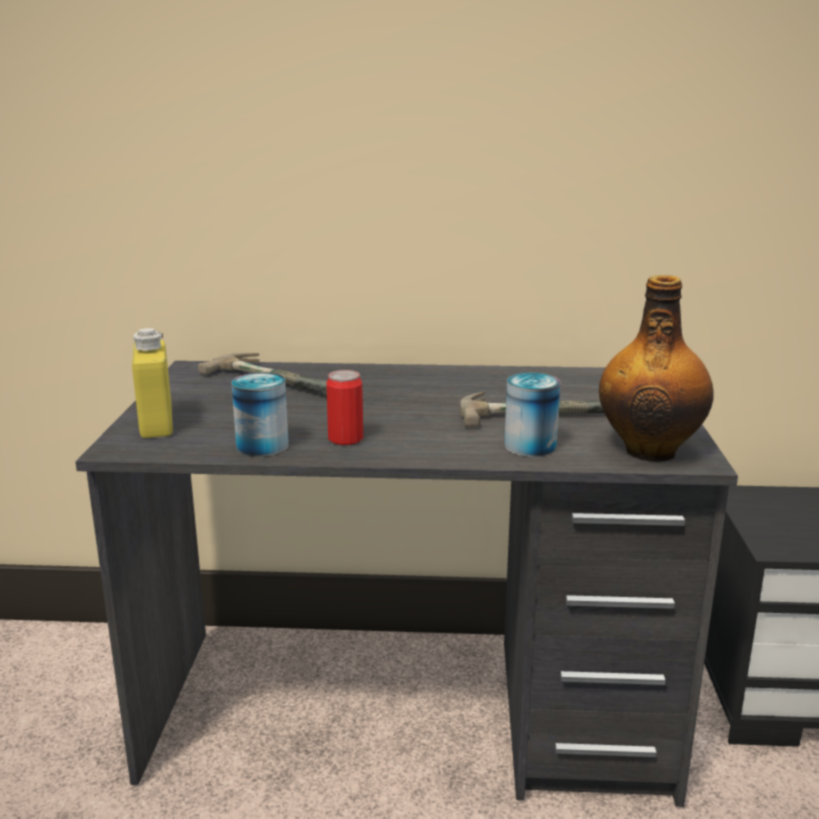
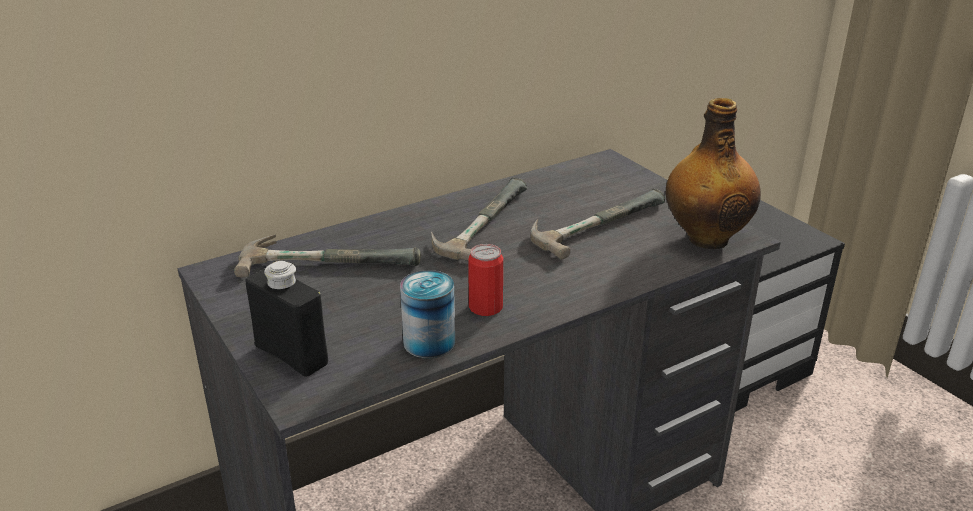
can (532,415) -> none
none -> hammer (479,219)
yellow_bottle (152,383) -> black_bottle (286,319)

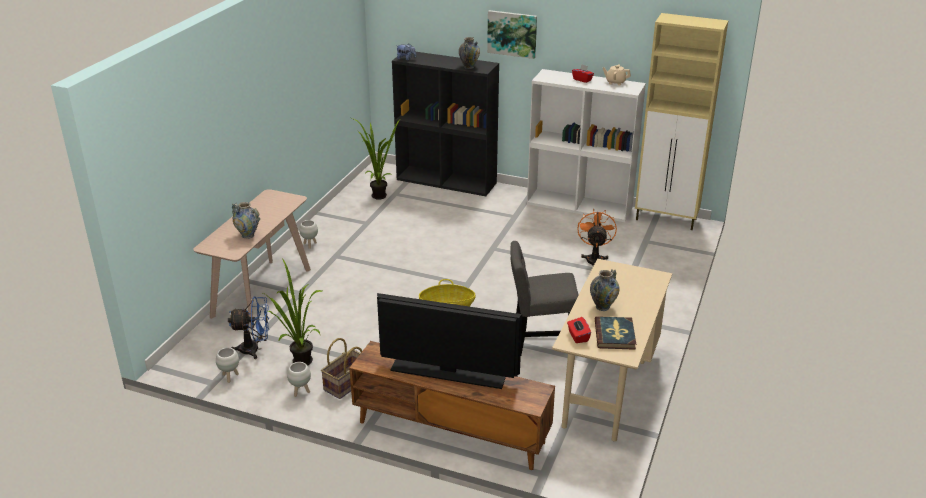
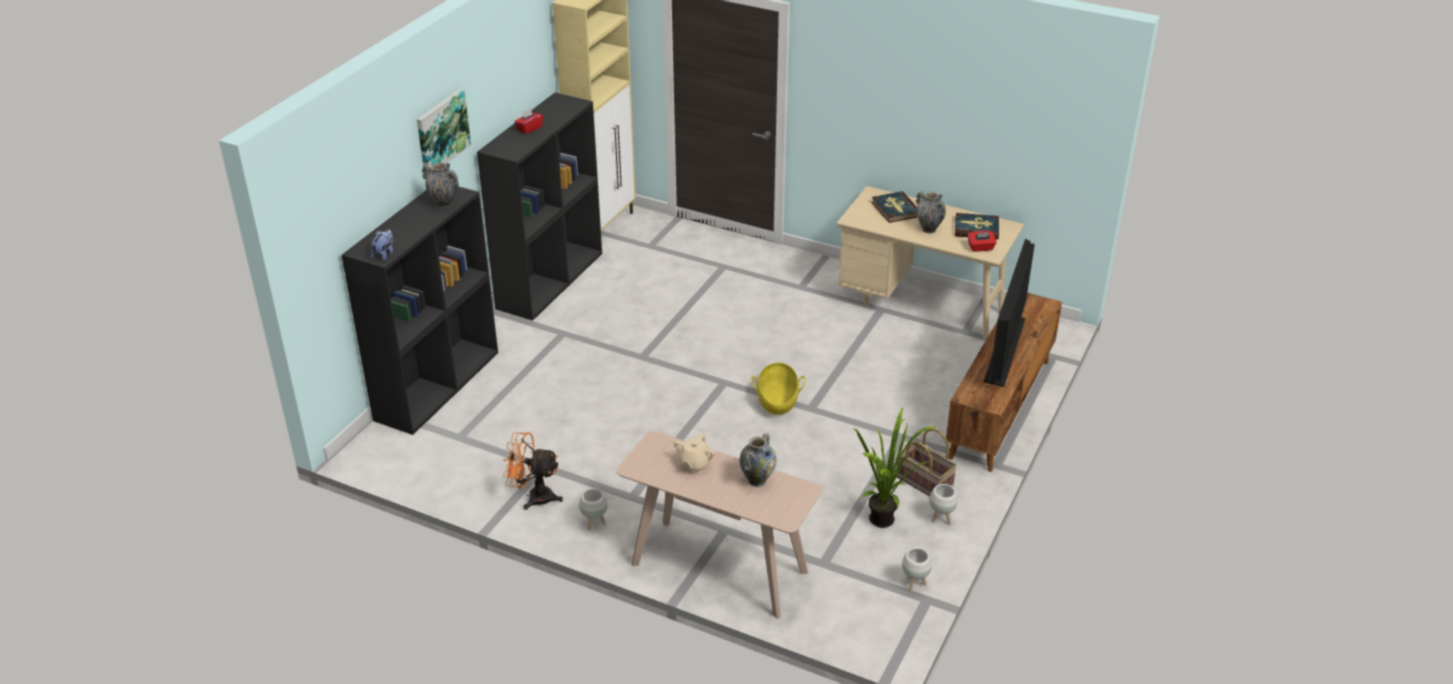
blue_fan (248,327) -> none
potted_plant (375,159) -> none
grey_chair (544,298) -> none
none -> book (894,207)
orange_fan (597,237) -> orange_fan (533,471), relocated
beige_teapot (616,74) -> beige_teapot (694,453), relocated
white_bookcase (586,145) -> black_bookcase (539,207)

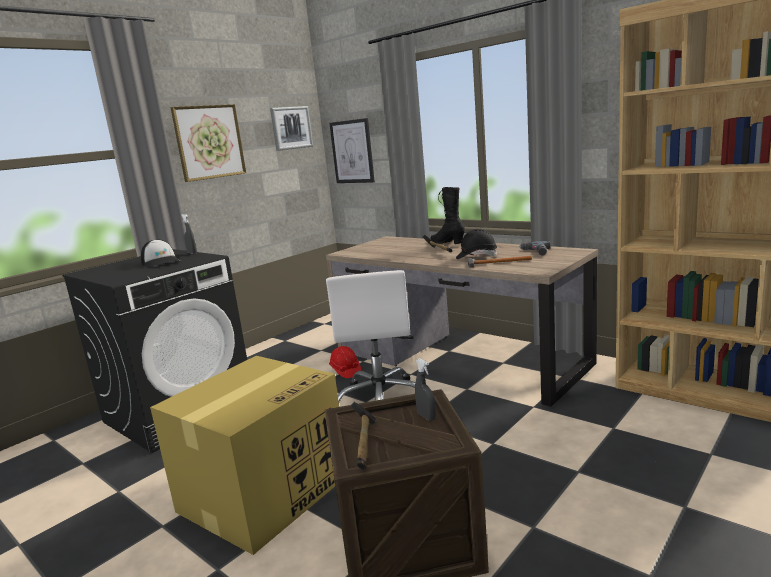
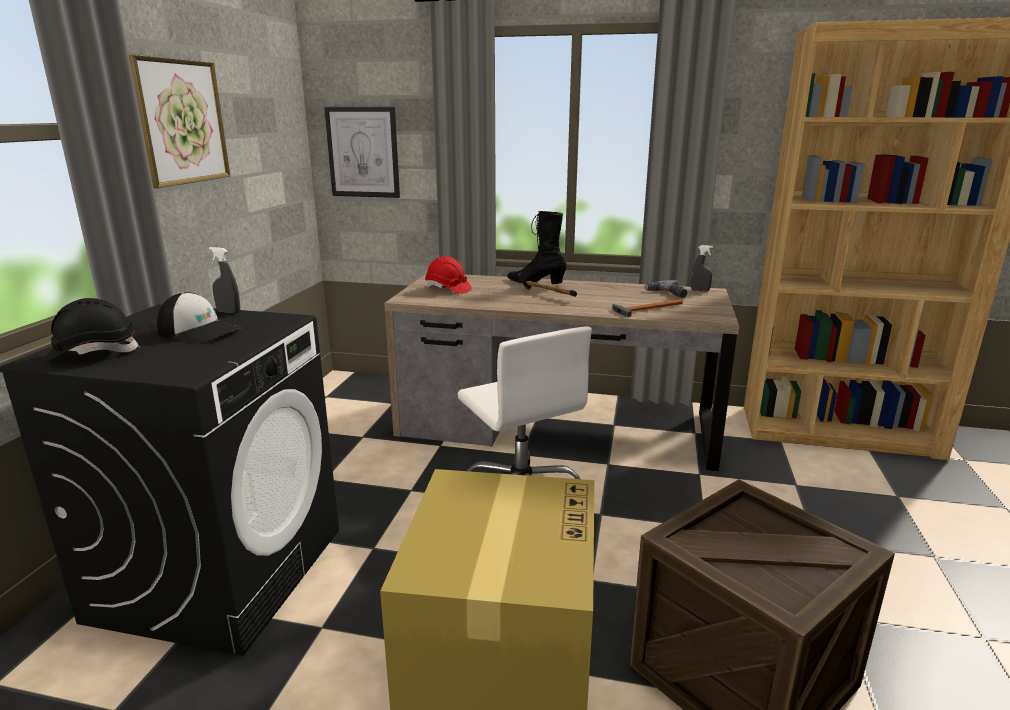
picture (291,128) -> none
hammer (363,436) -> none
red_hard_hat (345,362) -> red_hard_hat (448,275), relocated
grey_spray_bottle (425,389) -> grey_spray_bottle (702,268), relocated
black_hard_hat (477,244) -> black_hard_hat (91,330), relocated

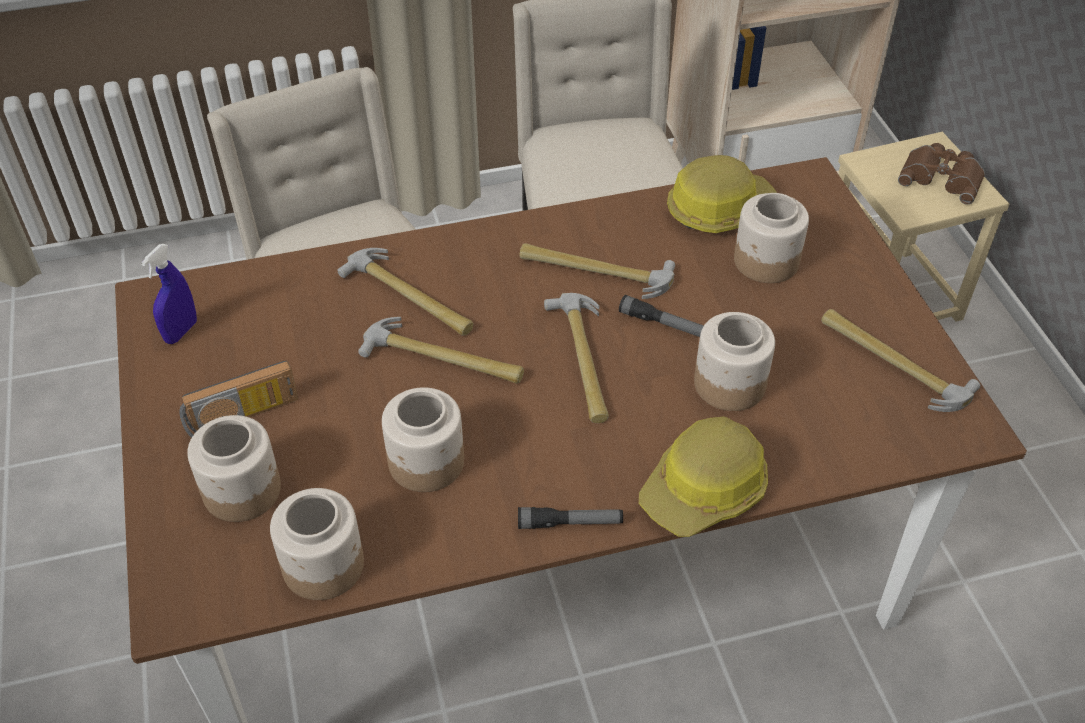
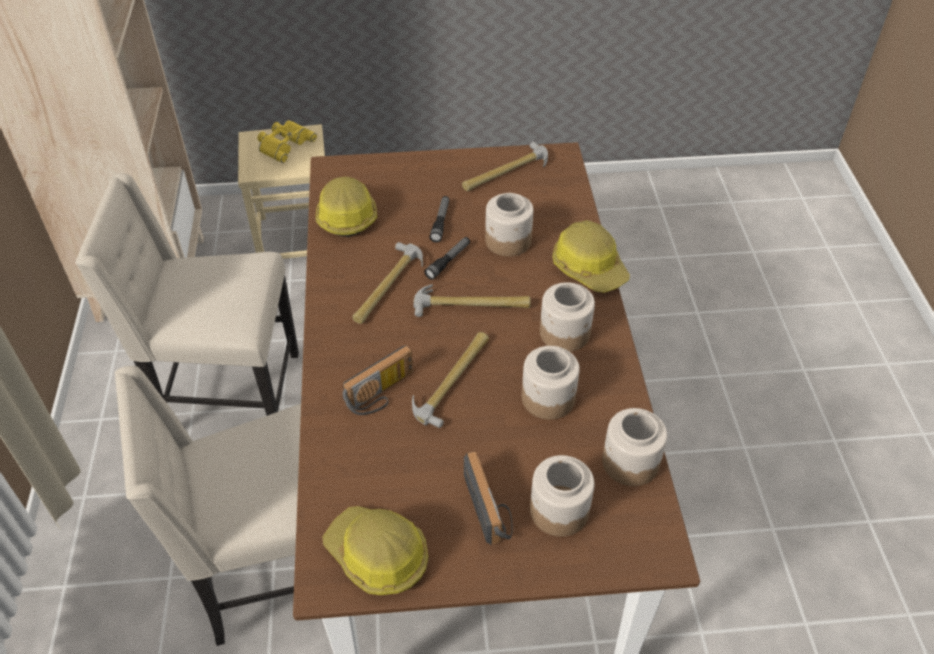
flashlight (570,518) -> flashlight (439,219), relocated
jar (771,238) -> jar (567,317), relocated
blue_spray_bottle (169,294) -> hard_hat (375,550)
hammer (405,291) -> radio (378,380)
brown_binoculars (941,173) -> yellow_binoculars (287,141)

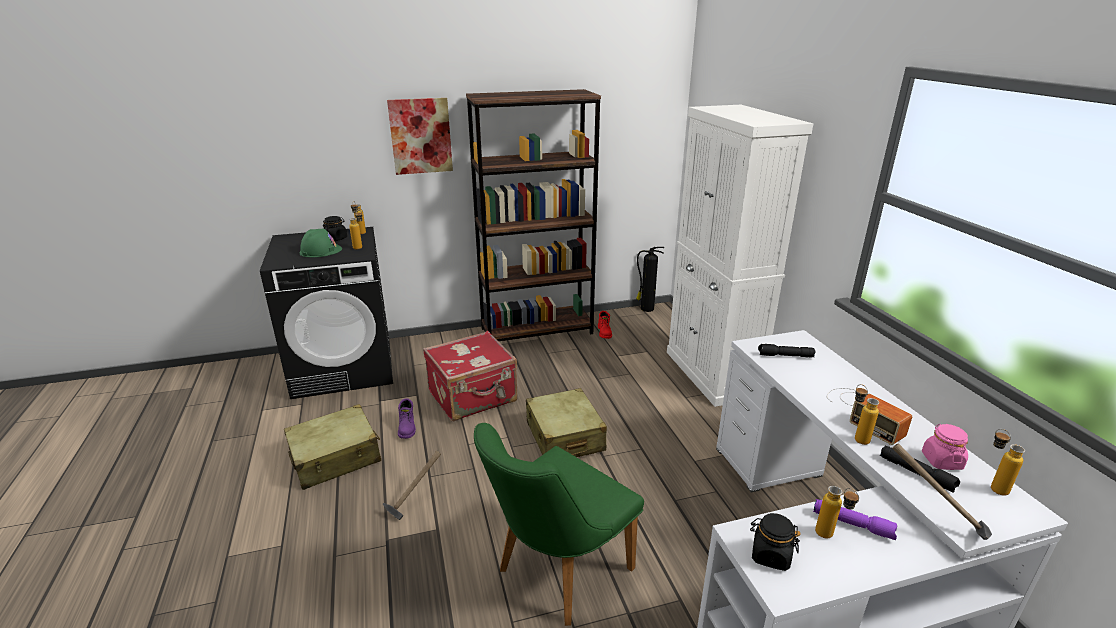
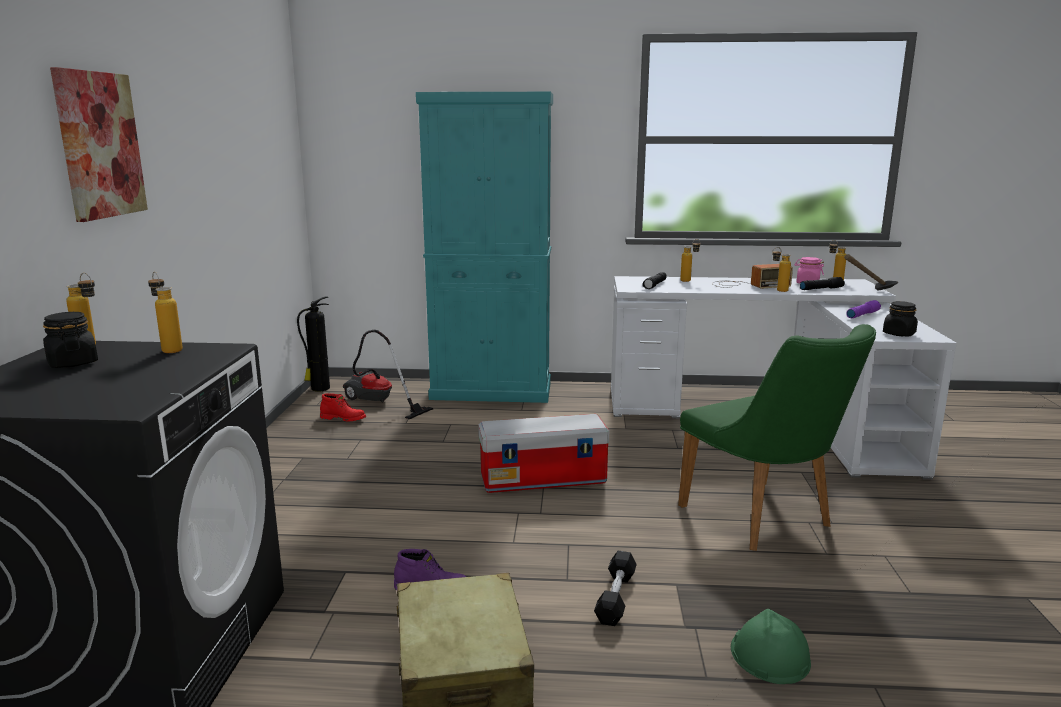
red_suitcase (470,376) -> none
brown_bookcase (533,215) -> none
none -> vacuum_cleaner (388,374)
green_hard_hat (321,243) -> green_hard_hat (771,646), relocated
bottle (837,512) -> bottle (690,260), relocated
hammer (412,485) -> black_dumbbell (615,588)
beige_suitcase (566,422) -> storage_box (543,453)
white_cabinet (740,256) -> turquoise_cabinet (484,247)

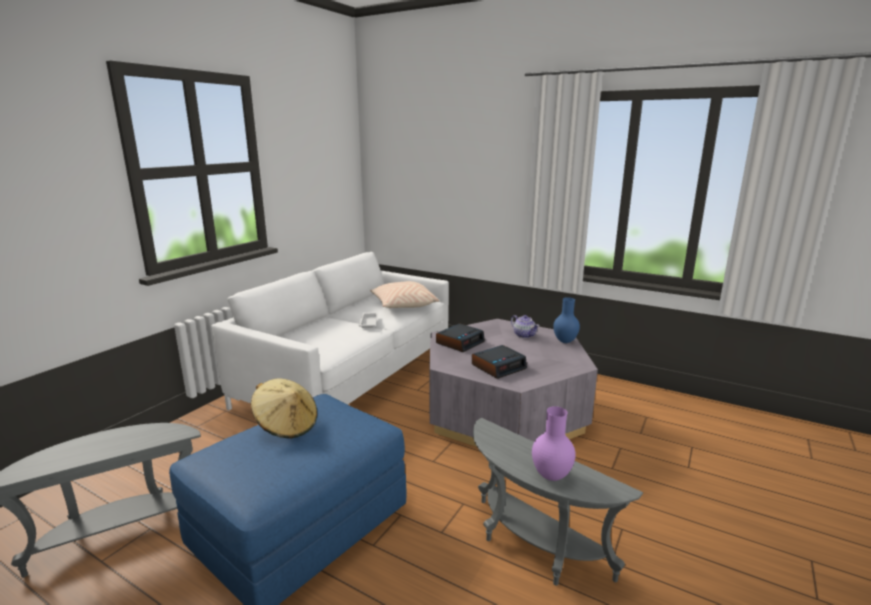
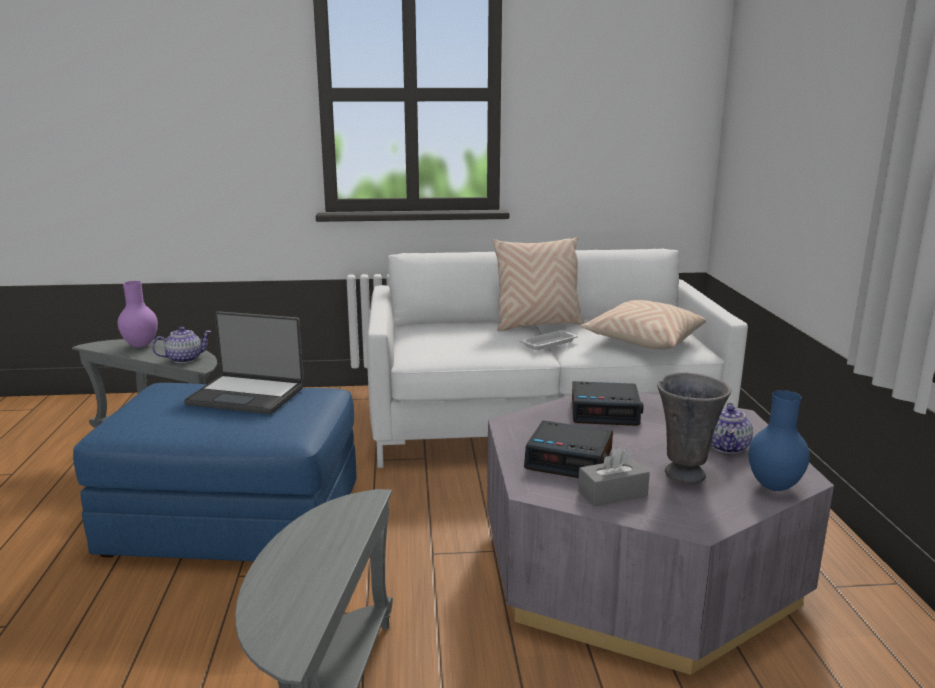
none -> teapot (182,345)
none -> beige_pillow (538,284)
none -> grey_tissue_box (614,477)
none -> grey_vase (694,428)
purple_vase (554,443) -> purple_vase (137,314), relocated
beige_hat (284,408) -> laptop (244,362)

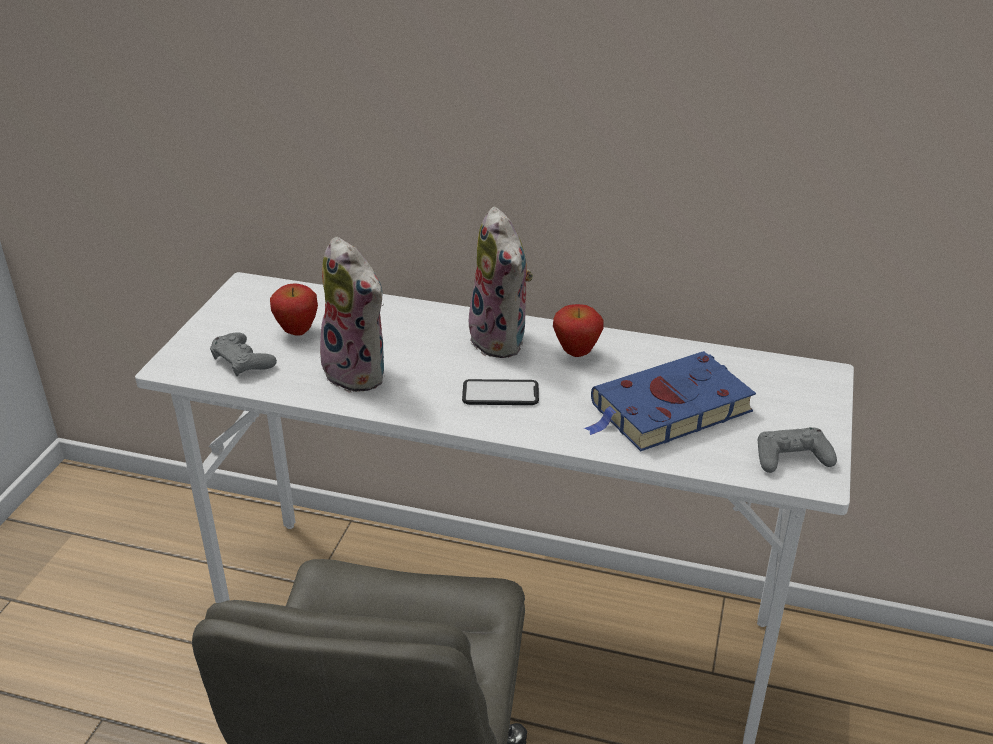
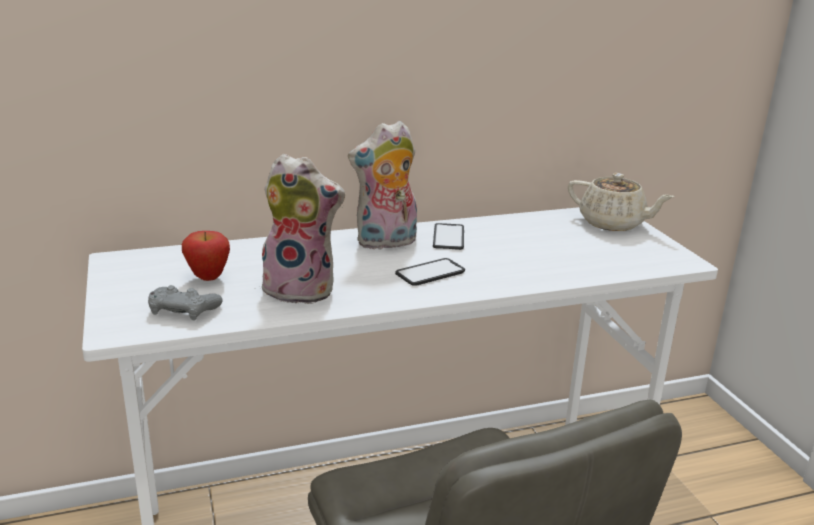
blue_book (670,401) -> none
grey_game_controller (797,450) -> none
none -> beige_teapot (621,202)
apple (578,330) -> phone (448,236)
plush_toy (501,282) -> plush_toy (382,185), 120 degrees clockwise

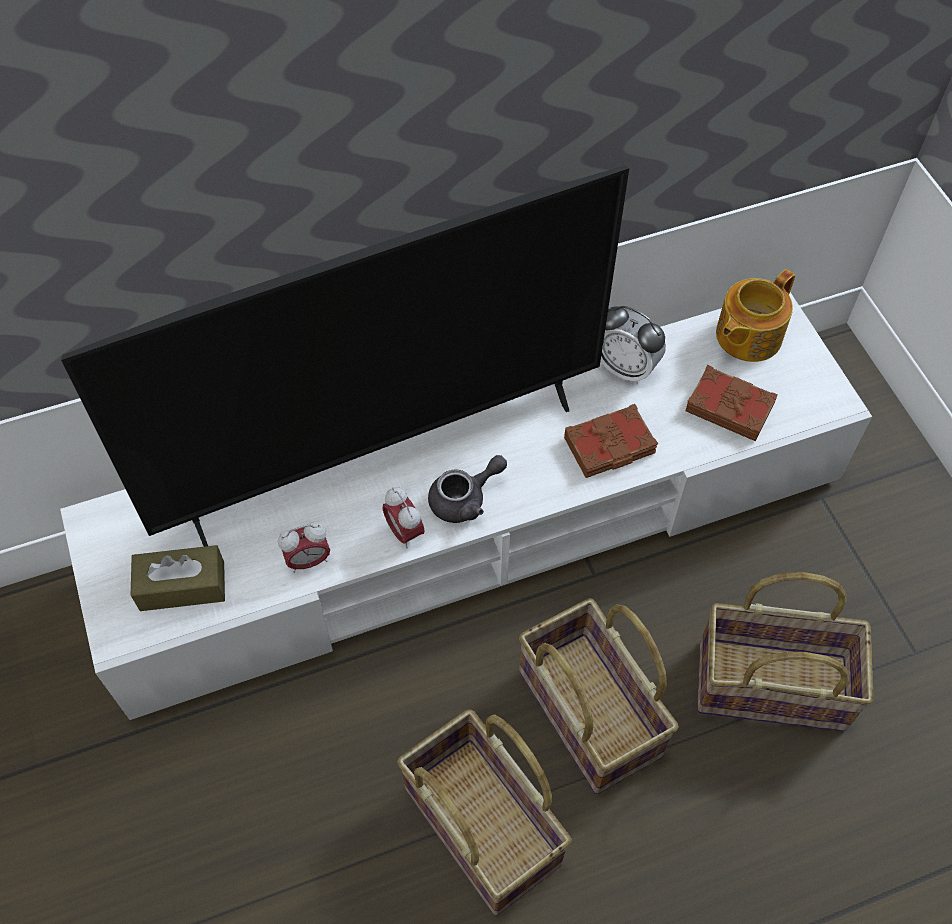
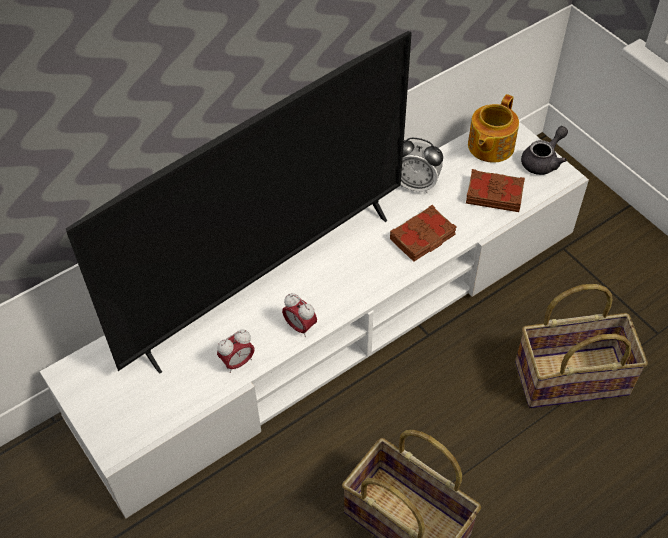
brown_tissue_box (178,578) -> none
basket (598,696) -> none
grey_teapot (467,489) -> grey_teapot (544,150), relocated

